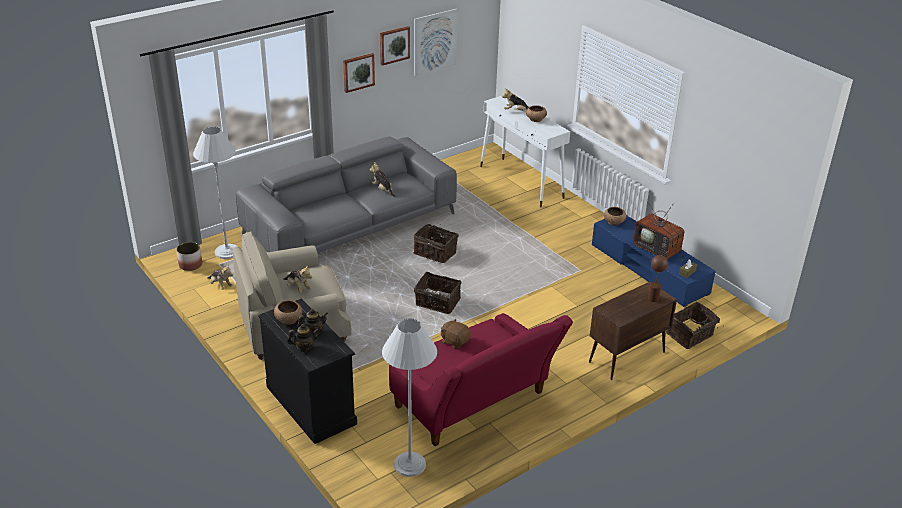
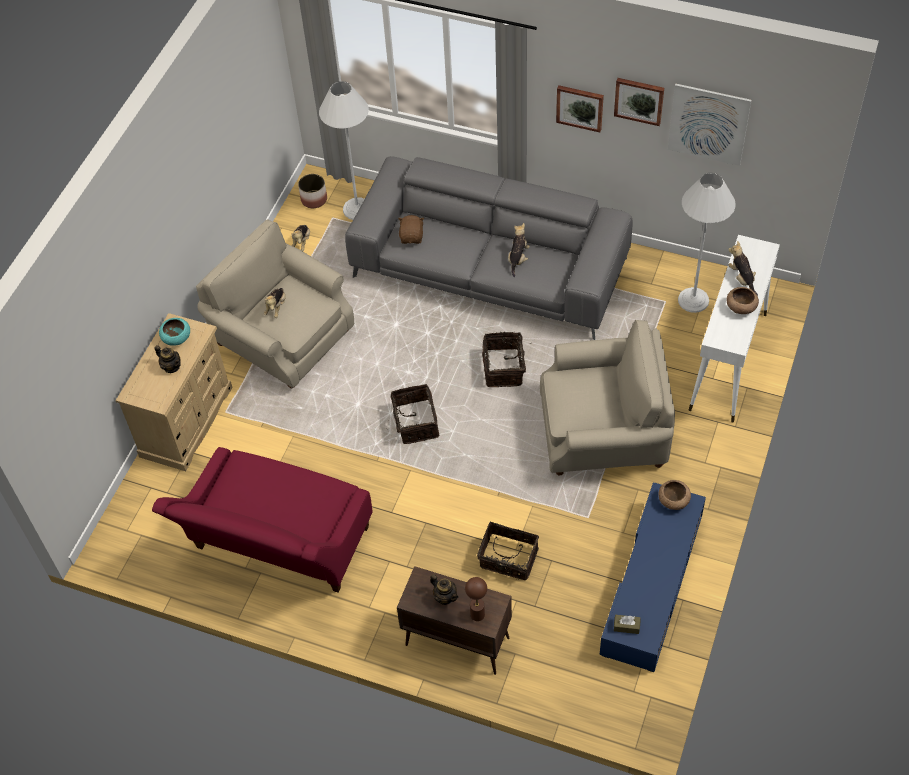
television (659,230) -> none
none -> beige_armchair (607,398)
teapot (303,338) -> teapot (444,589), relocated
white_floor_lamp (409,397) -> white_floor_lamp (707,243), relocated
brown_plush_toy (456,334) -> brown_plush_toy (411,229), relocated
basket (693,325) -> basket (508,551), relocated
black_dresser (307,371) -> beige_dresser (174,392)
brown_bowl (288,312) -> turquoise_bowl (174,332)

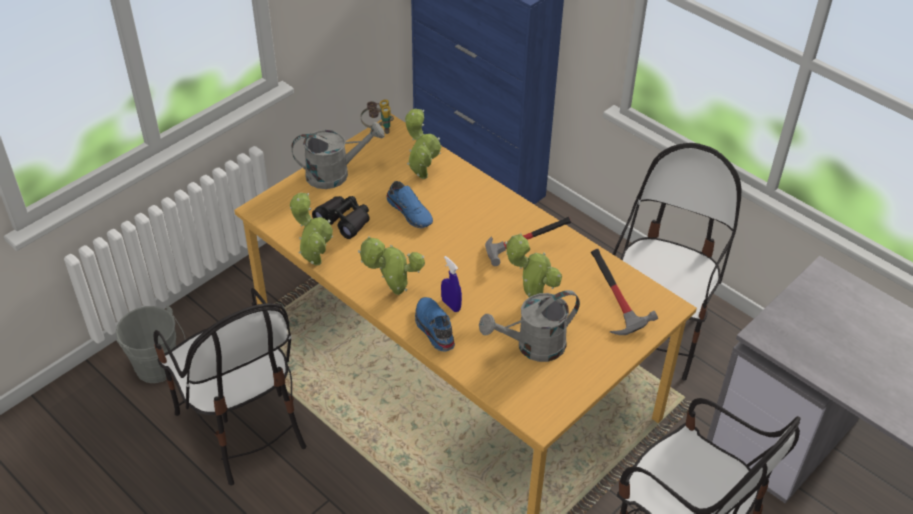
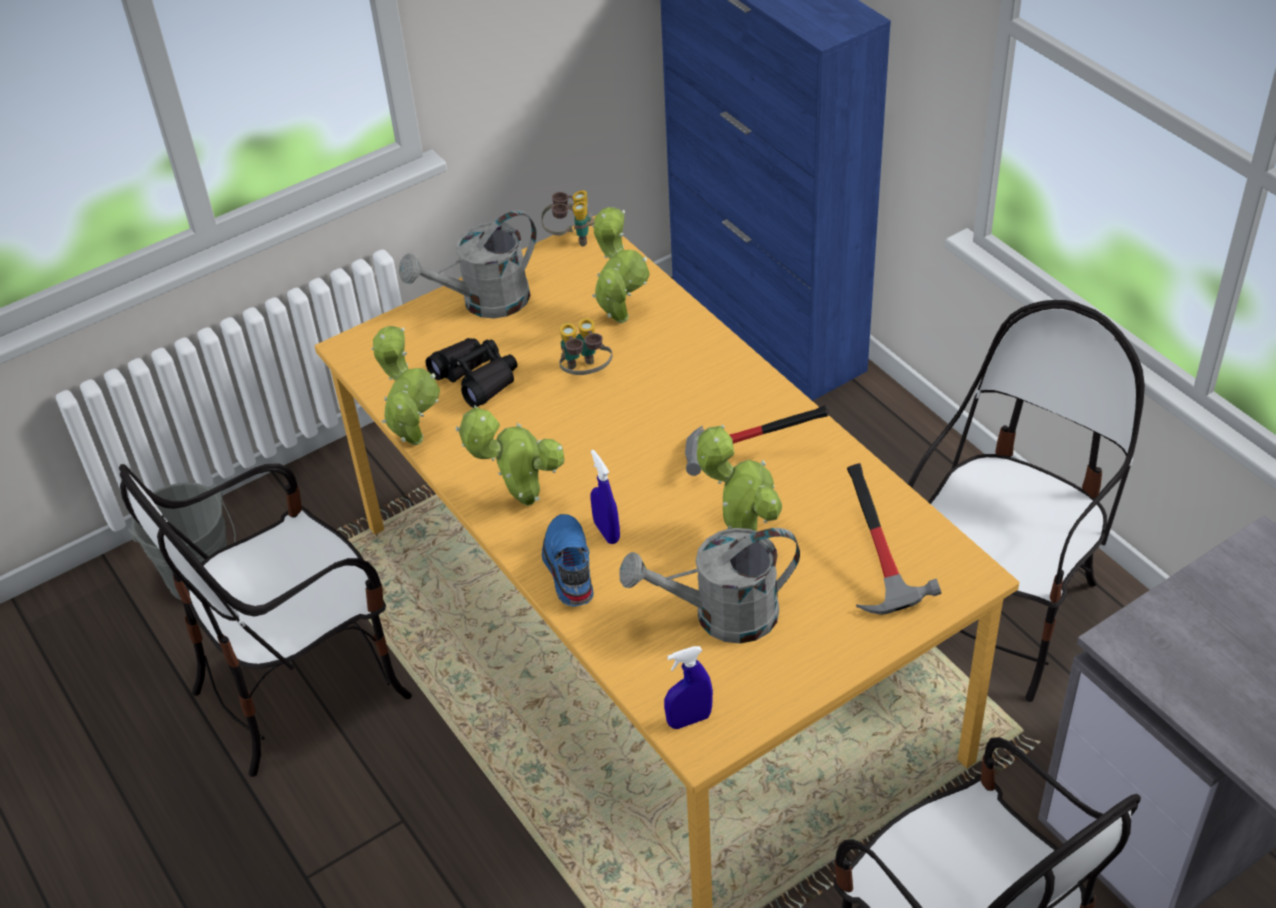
none -> blue_spray_bottle (688,687)
blue_shoe (409,204) -> binoculars (585,346)
chair (230,387) -> chair (265,620), 75 degrees clockwise
grey_watering_can (338,155) -> grey_watering_can (468,264), 150 degrees clockwise

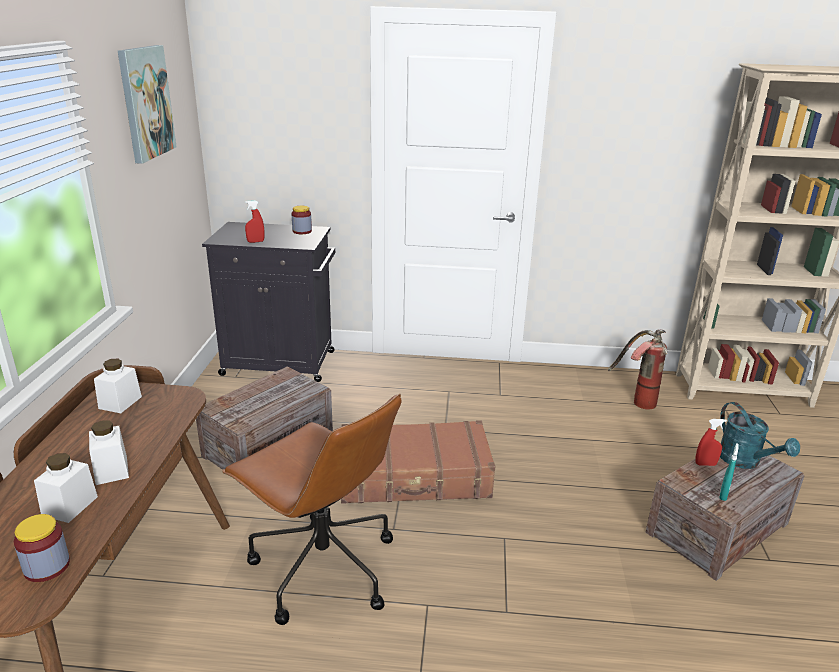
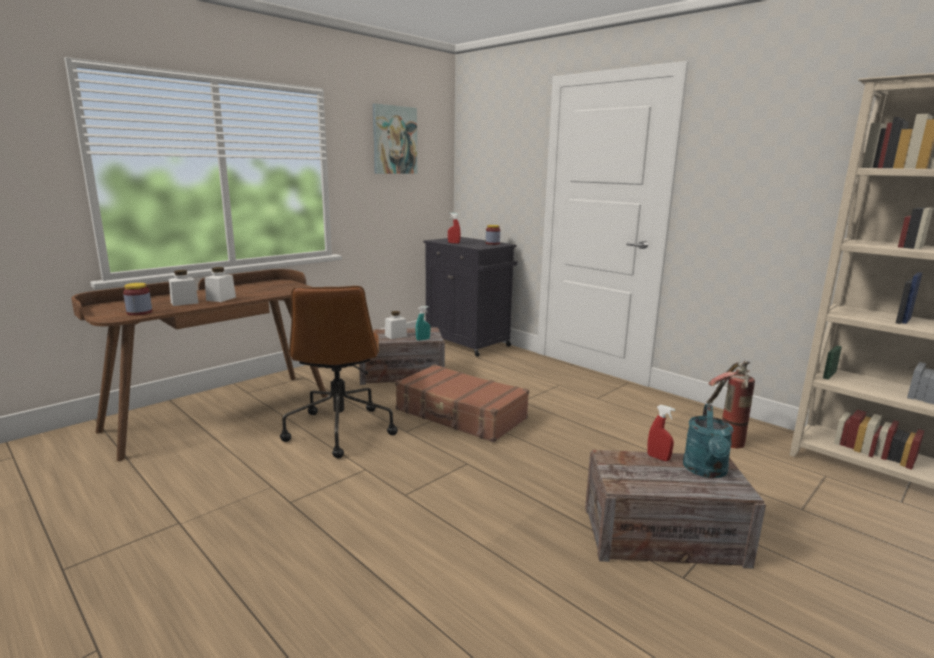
white_jar (118,386) -> white_jar (396,325), relocated
turquoise_spray_bottle (729,472) -> turquoise_spray_bottle (423,323), relocated

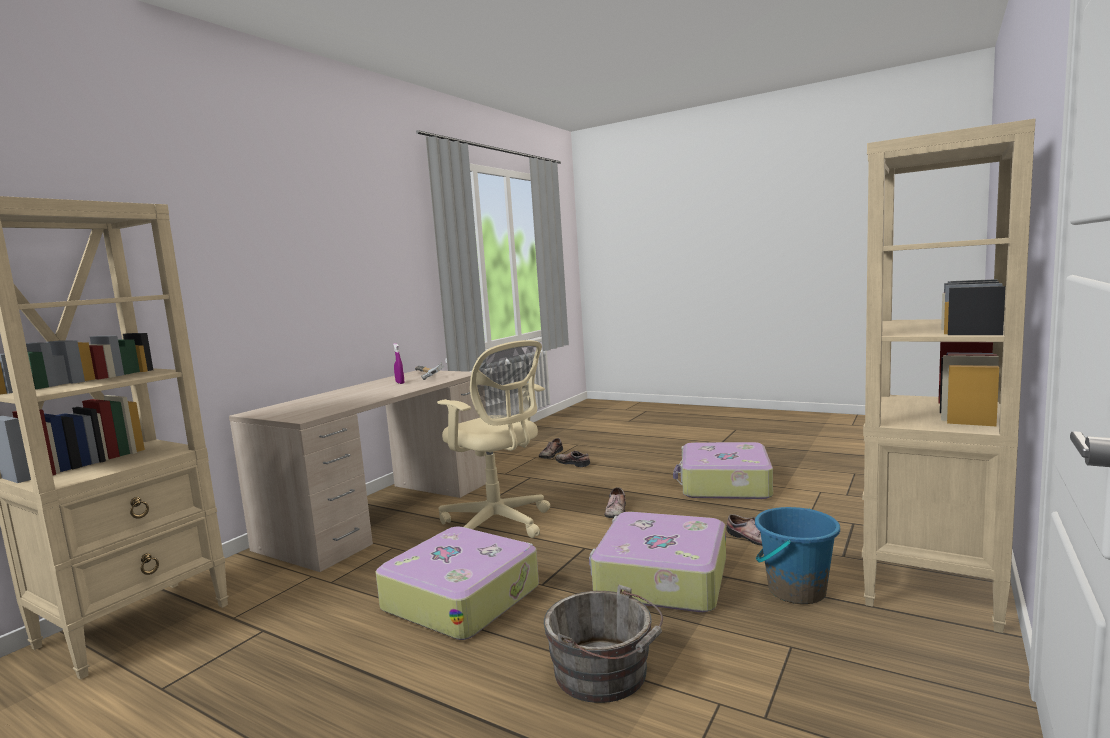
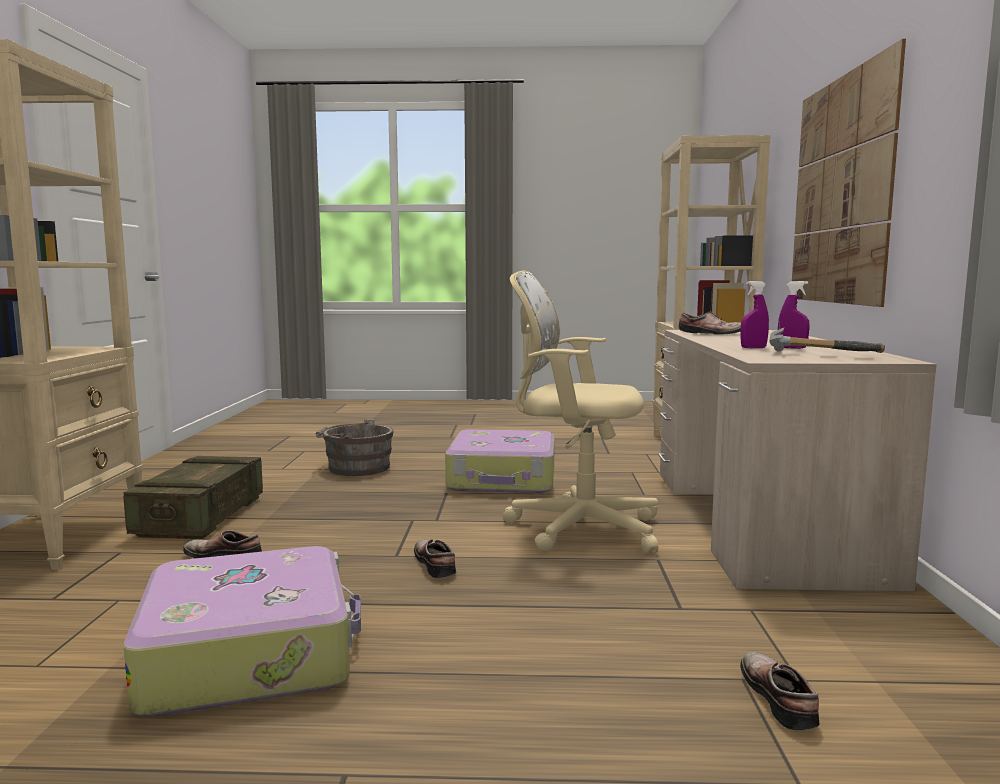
suitcase (657,562) -> none
none -> purple_spray_bottle (754,314)
none -> picture (849,173)
shoe (572,459) -> shoe (710,323), relocated
blue_bucket (797,555) -> crate (193,497)

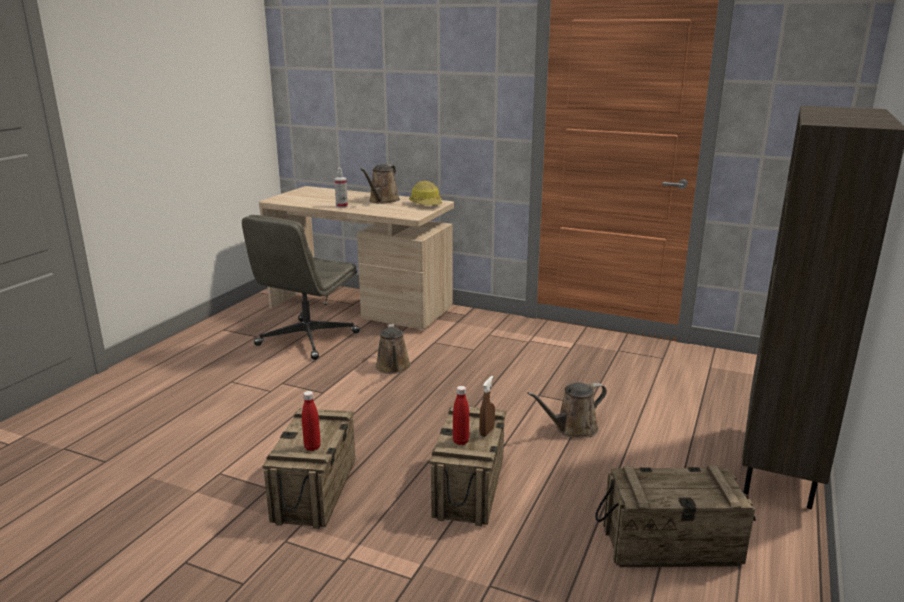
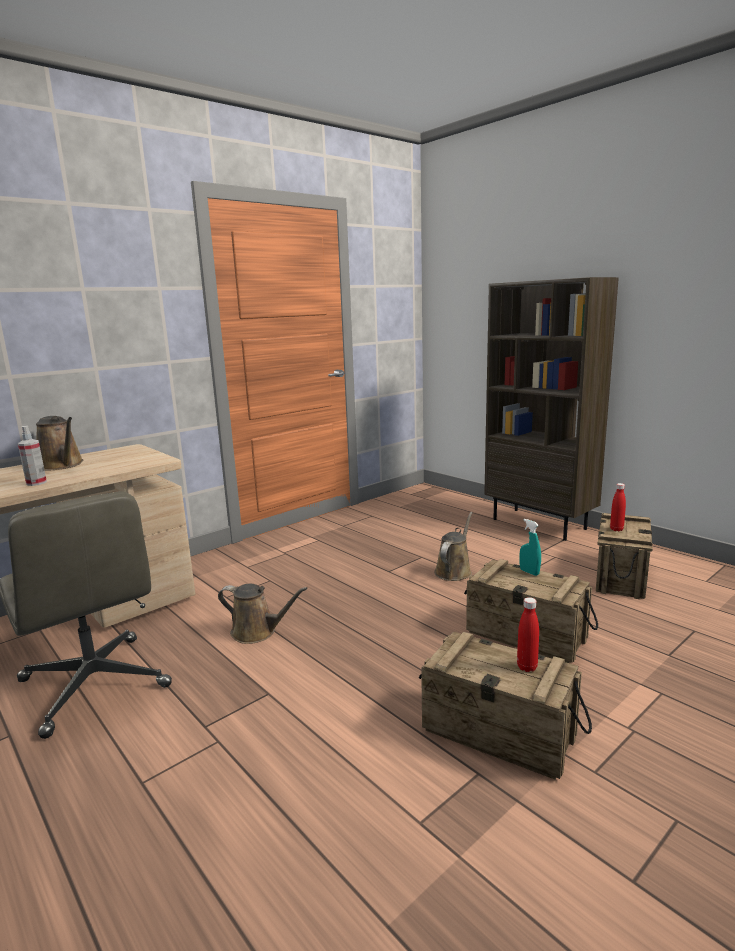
hard_hat (425,192) -> none
red_bottle (461,415) -> red_bottle (618,507), relocated
brown_spray_bottle (487,406) -> turquoise_spray_bottle (530,547)
brown_watering_can (567,410) -> brown_watering_can (453,546), 150 degrees counterclockwise

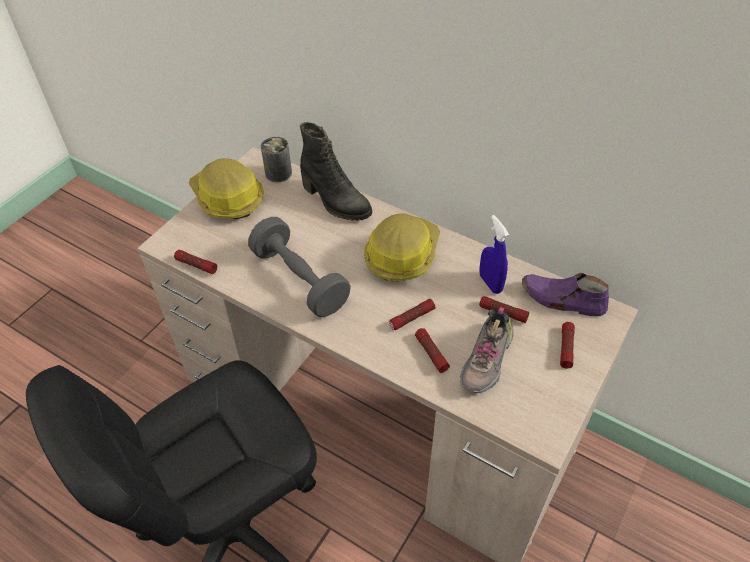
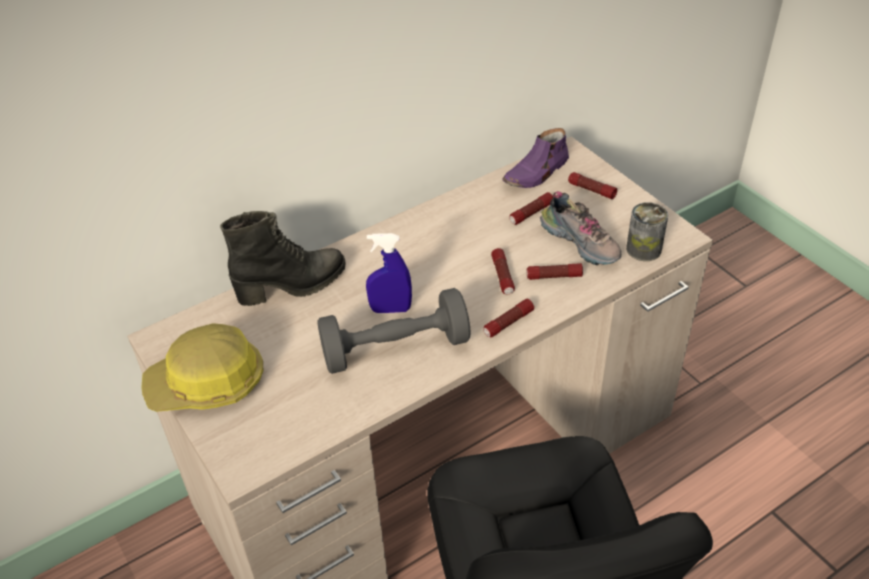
hard_hat (402,247) -> none
flashlight (195,262) -> flashlight (508,318), relocated
can (276,159) -> can (647,231), relocated
blue_spray_bottle (494,254) -> blue_spray_bottle (389,273), relocated

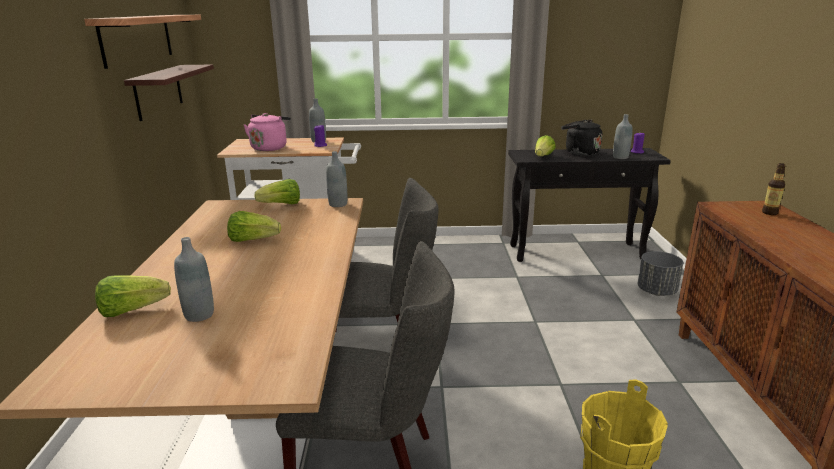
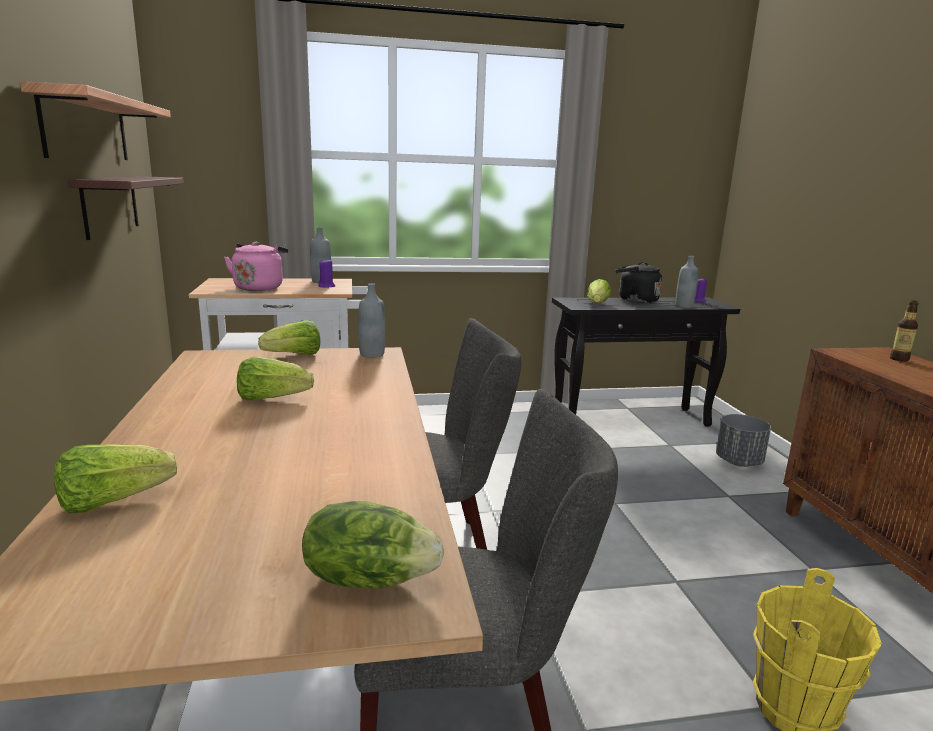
grey_bottle (194,279) -> none
none -> lettuce (373,545)

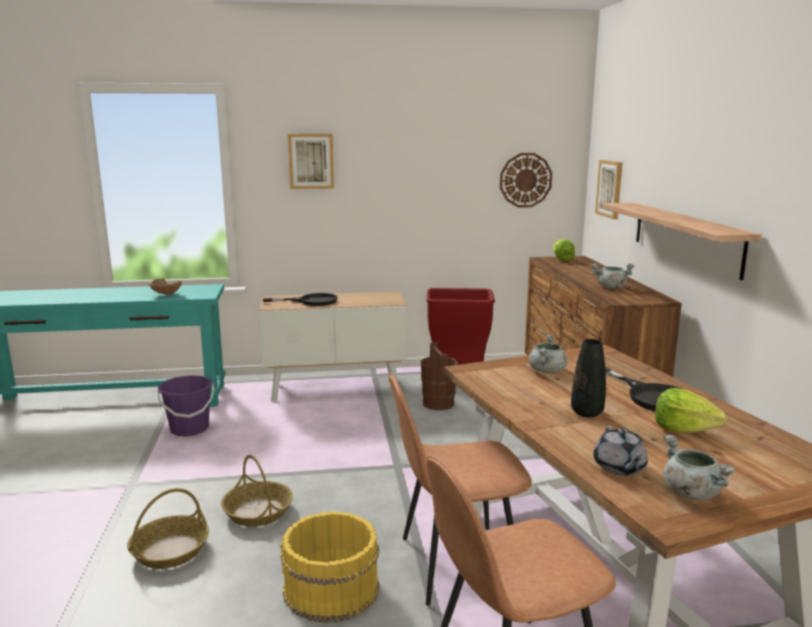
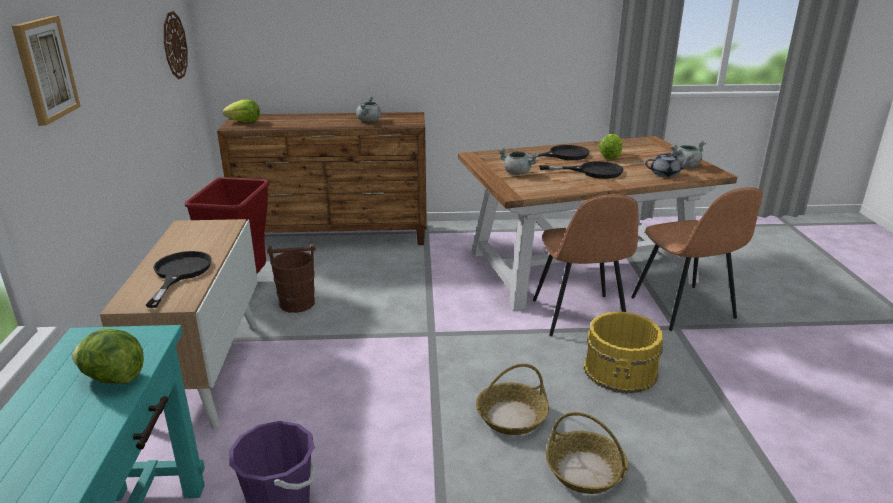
picture (609,189) -> none
shelf (682,241) -> none
brown_bowl (165,286) -> lettuce (108,356)
black_vase (588,378) -> black_frying_pan (581,170)

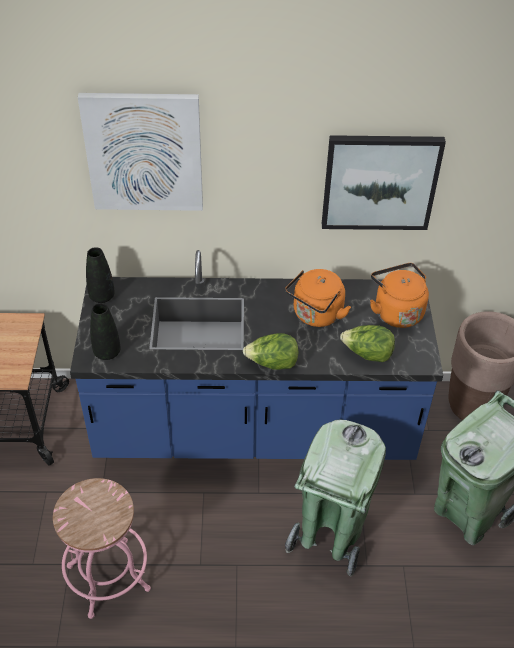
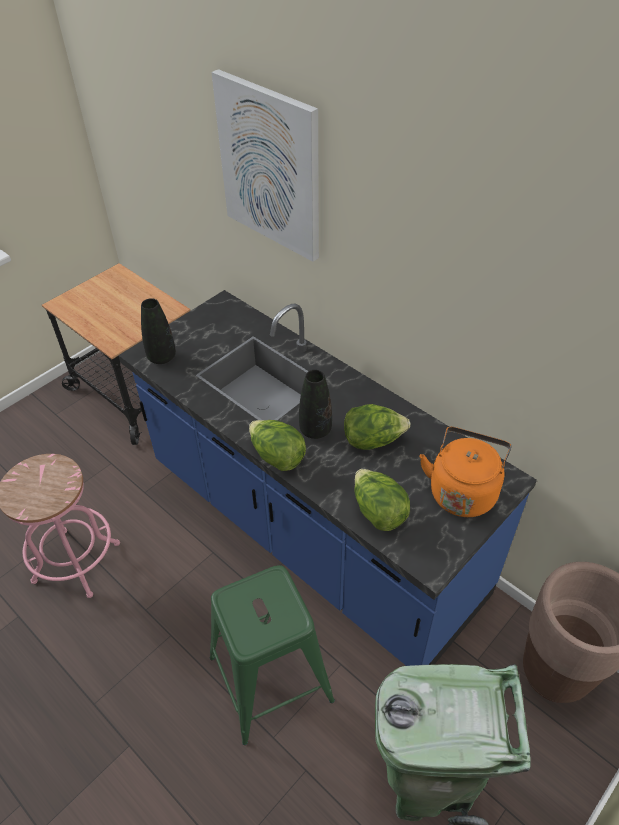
picture (384,182) -> none
black_vase (100,275) -> black_vase (315,404), relocated
orange_kettle (318,298) -> lettuce (377,427)
green_trash_can (335,497) -> green_stool (272,655)

